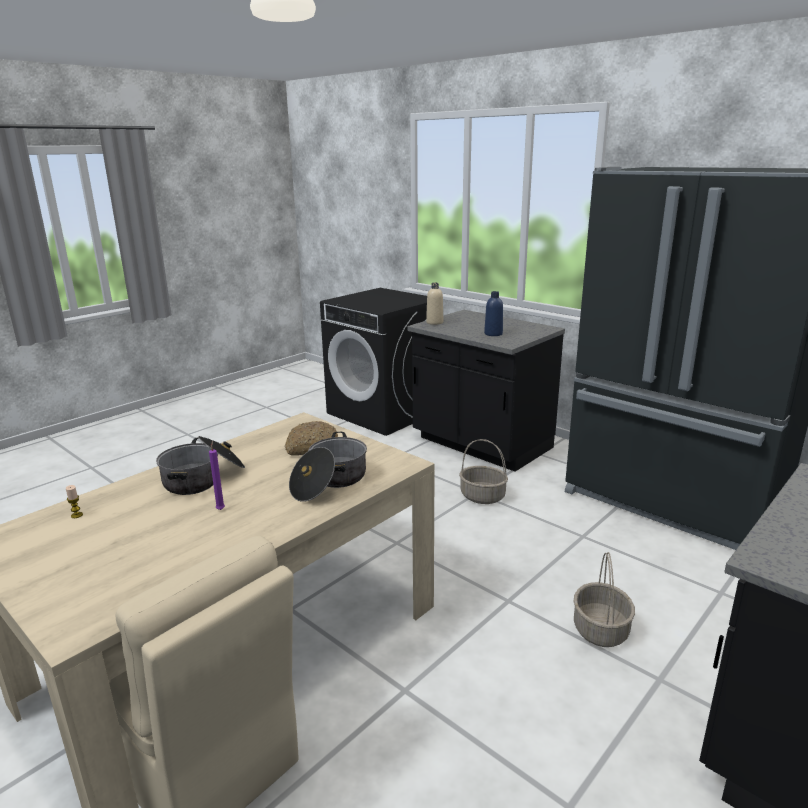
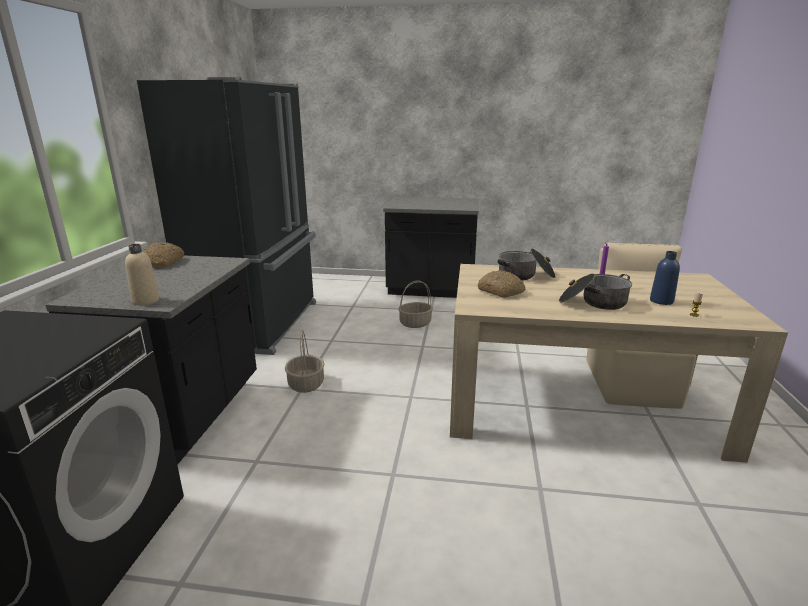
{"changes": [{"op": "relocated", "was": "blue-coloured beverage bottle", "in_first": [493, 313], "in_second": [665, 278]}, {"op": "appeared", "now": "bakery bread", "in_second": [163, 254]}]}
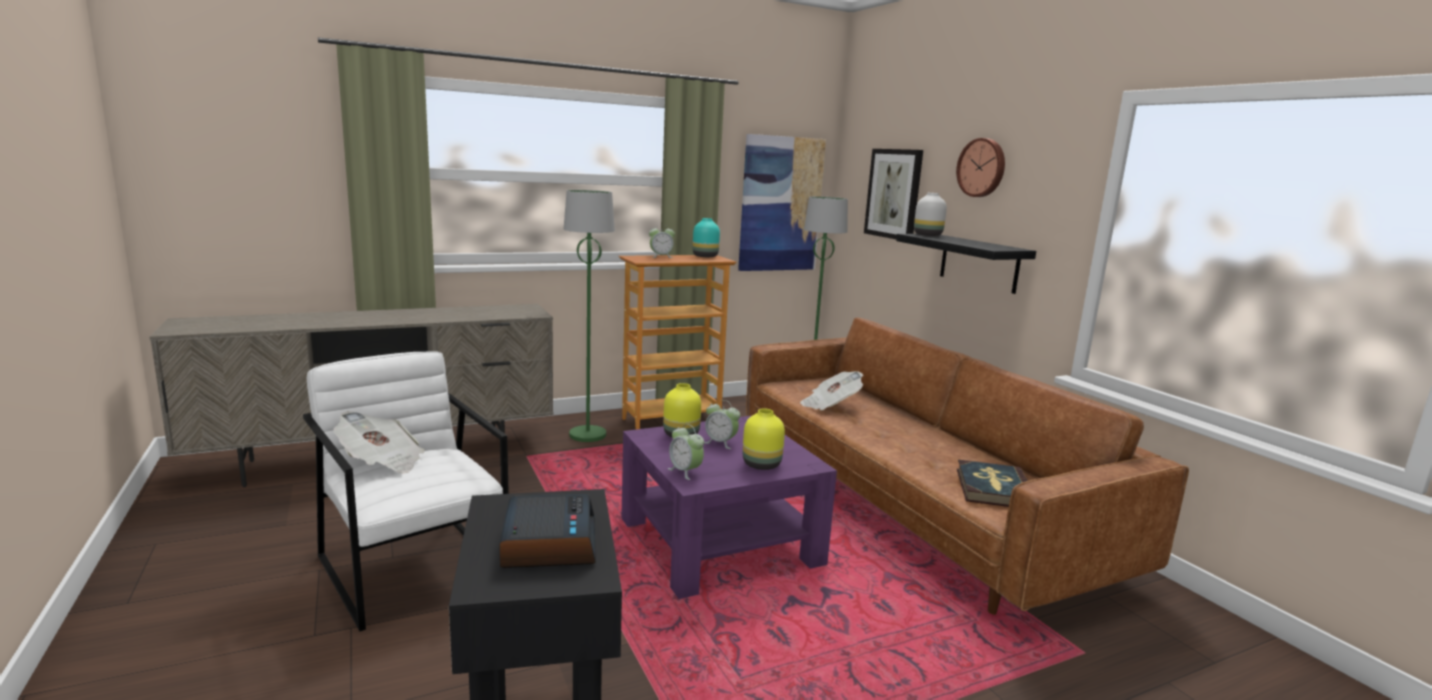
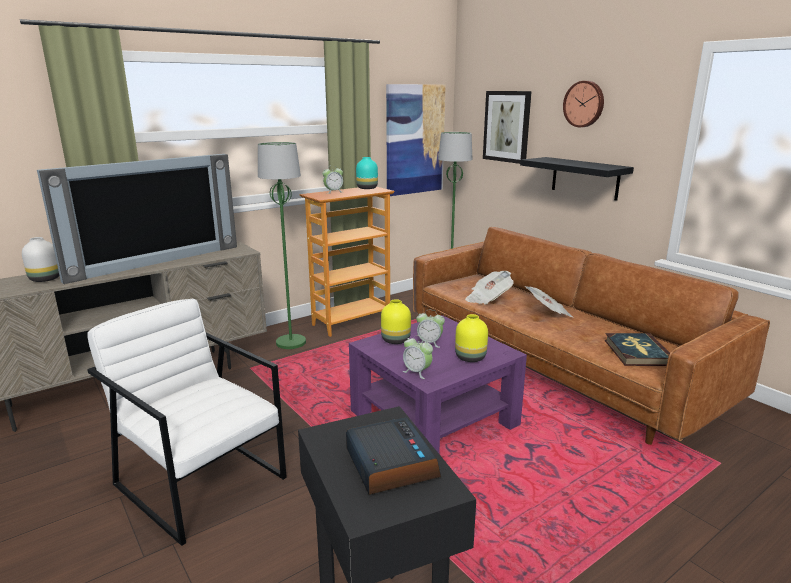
{"changes": [{"op": "relocated", "was": "printed paper", "in_first": [379, 442], "in_second": [549, 302]}, {"op": "relocated", "was": "white flower vase", "in_first": [930, 214], "in_second": [41, 259]}, {"op": "appeared", "now": "TV", "in_second": [137, 219]}]}
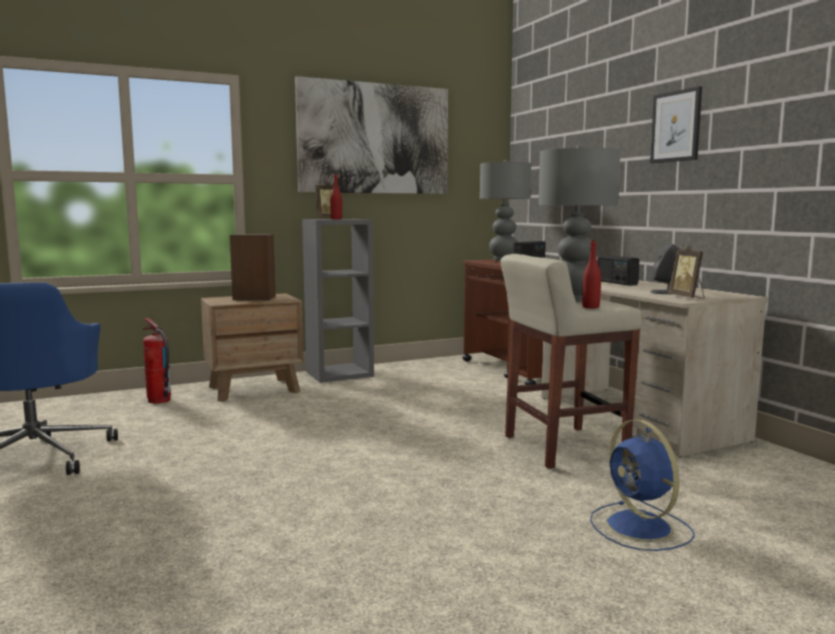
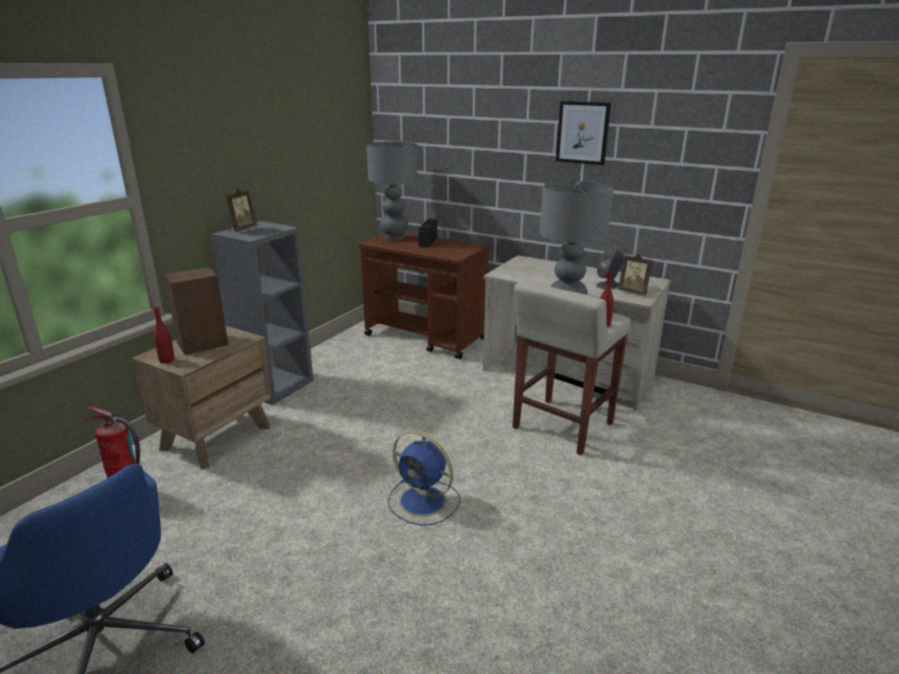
{"changes": [{"op": "missing", "was": "wall art", "in_first": [371, 135]}, {"op": "relocated", "was": "red beverage bottle", "in_first": [336, 196], "in_second": [164, 334]}, {"op": "relocated", "was": "blue-coloured electric fan", "in_first": [642, 485], "in_second": [424, 478]}, {"op": "missing", "was": "radio", "in_first": [618, 270]}]}
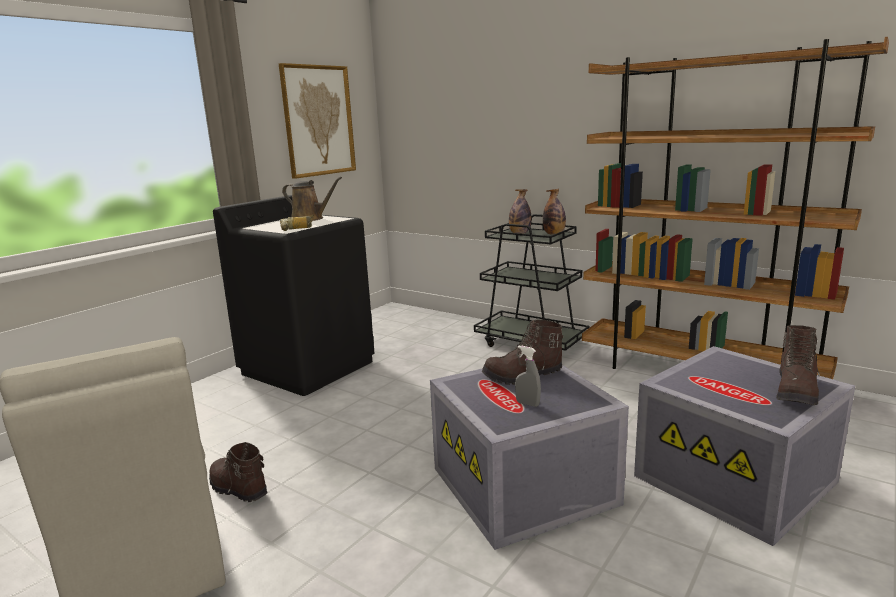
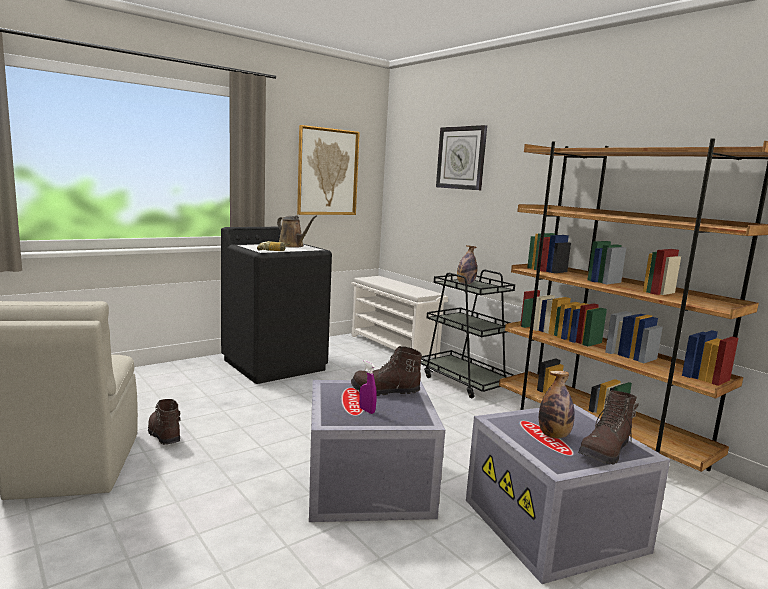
{"changes": [{"op": "colour", "was": "gray spray bottle", "now": "purple spray bottle", "in_first": [528, 376], "in_second": [368, 387]}, {"op": "relocated", "was": "beverage bottle", "in_first": [554, 212], "in_second": [557, 405]}, {"op": "appeared", "now": "white shoe stand", "in_second": [399, 317]}, {"op": "appeared", "now": "hanging clock", "in_second": [461, 157]}]}
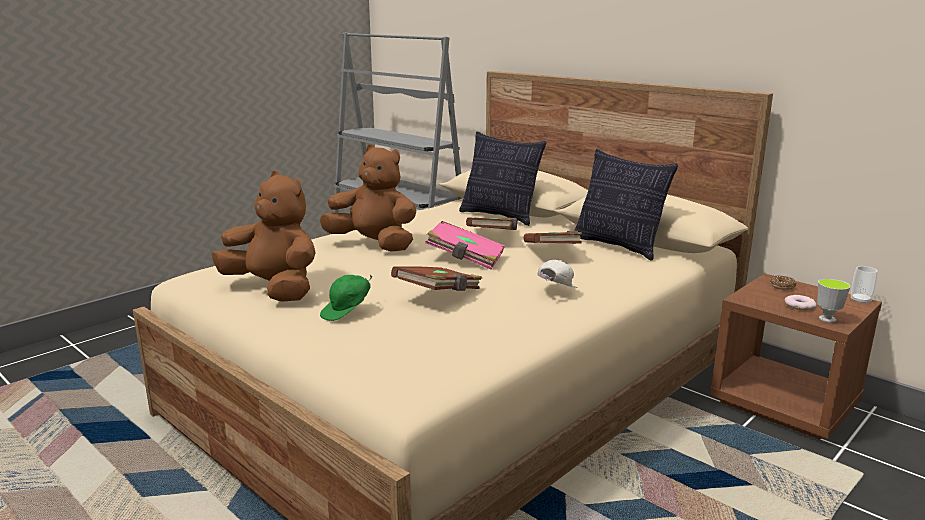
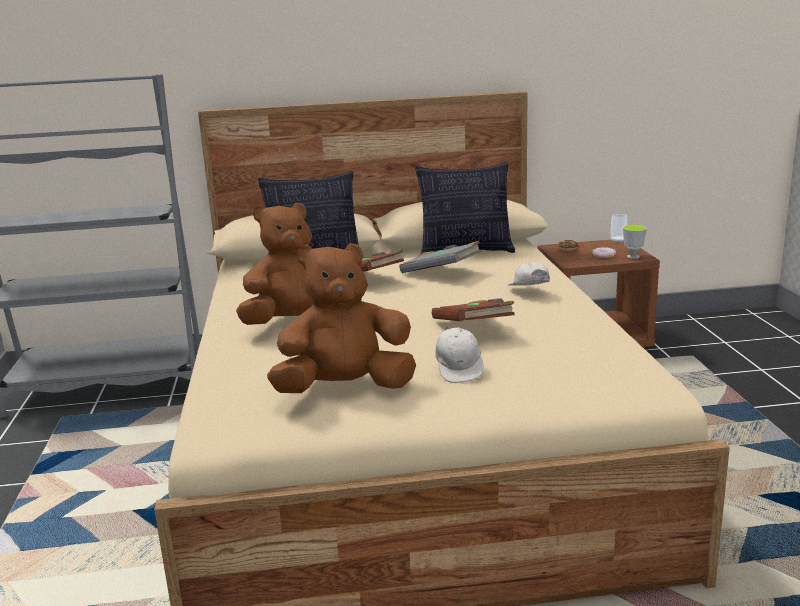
{"changes": [{"op": "colour", "was": "green peaked cap", "now": "white peaked cap", "in_first": [346, 297], "in_second": [459, 354]}, {"op": "missing", "was": "pinkish volume", "in_first": [465, 245]}, {"op": "colour", "was": "brown-coloured volume", "now": "gray volume", "in_first": [553, 237], "in_second": [440, 257]}]}
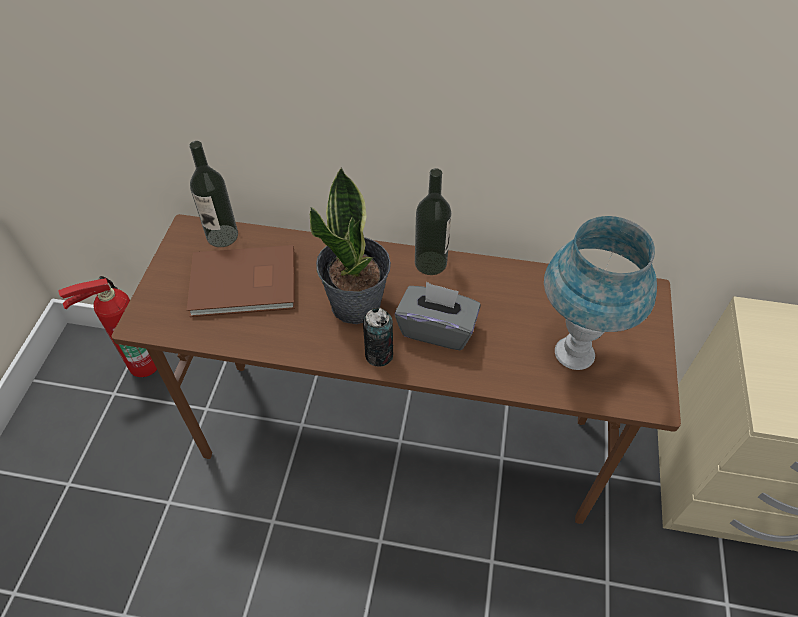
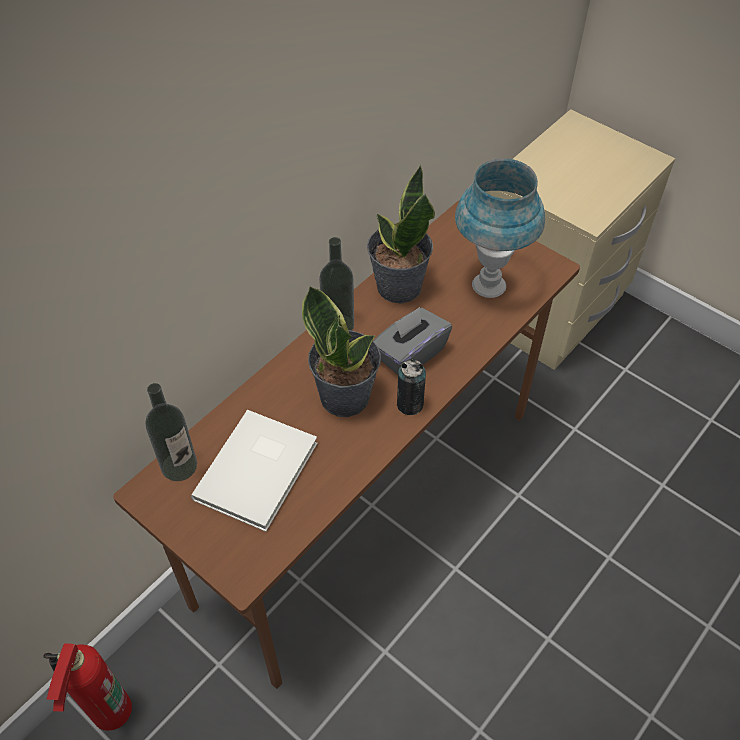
{"changes": [{"op": "colour", "was": "brown-coloured volume", "now": "white volume", "in_first": [241, 281], "in_second": [254, 471]}, {"op": "appeared", "now": "houseplant", "in_second": [401, 234]}]}
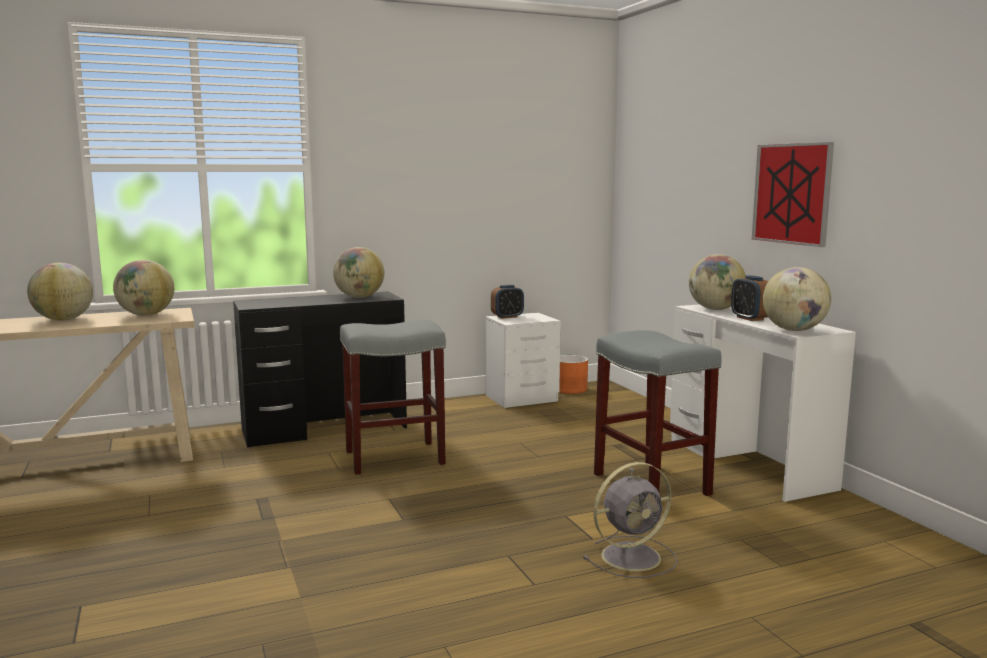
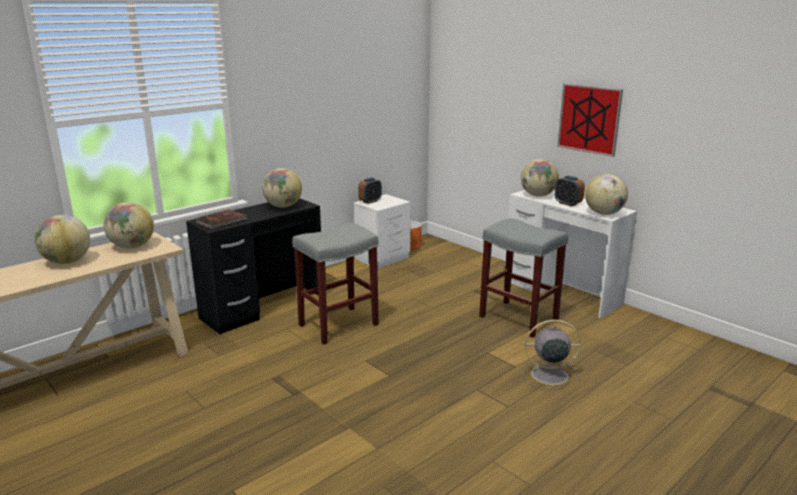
{"changes": [{"op": "spun", "was": "gray electric fan", "in_first": [630, 520], "in_second": [551, 355], "clockwise": -135}, {"op": "appeared", "now": "brown-coloured volume", "in_second": [221, 219]}]}
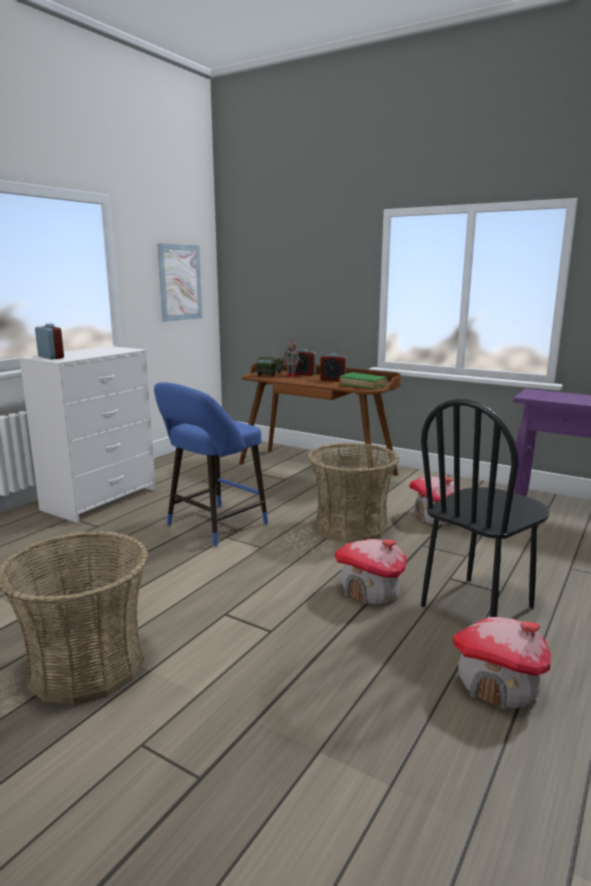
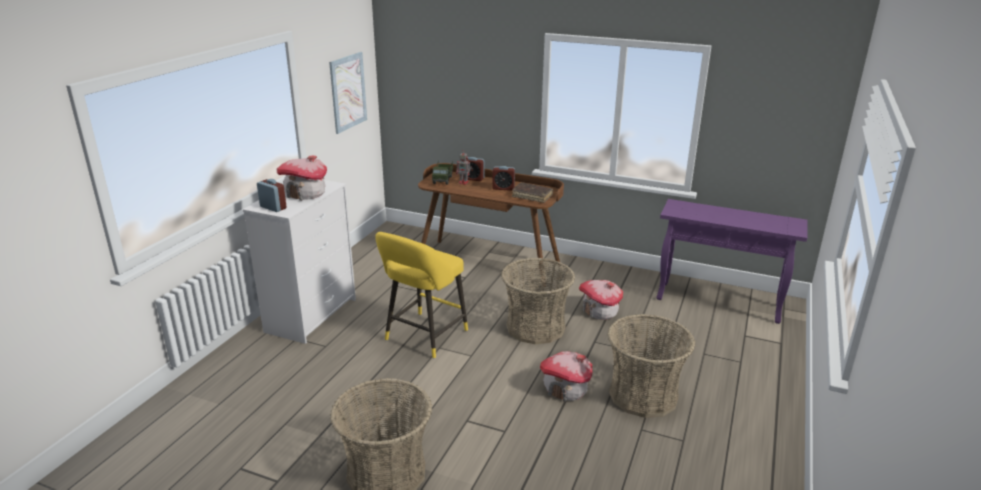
{"changes": [{"op": "colour", "was": "blue-coloured stool", "now": "yellow stool", "in_first": [211, 464], "in_second": [421, 295]}, {"op": "colour", "was": "green volume", "now": "brown-coloured volume", "in_first": [363, 380], "in_second": [532, 192]}, {"op": "exchanged", "was": "blackish chair", "now": "household basket", "in_first": [485, 508], "in_second": [651, 366]}, {"op": "relocated", "was": "miniature house", "in_first": [502, 663], "in_second": [302, 178]}]}
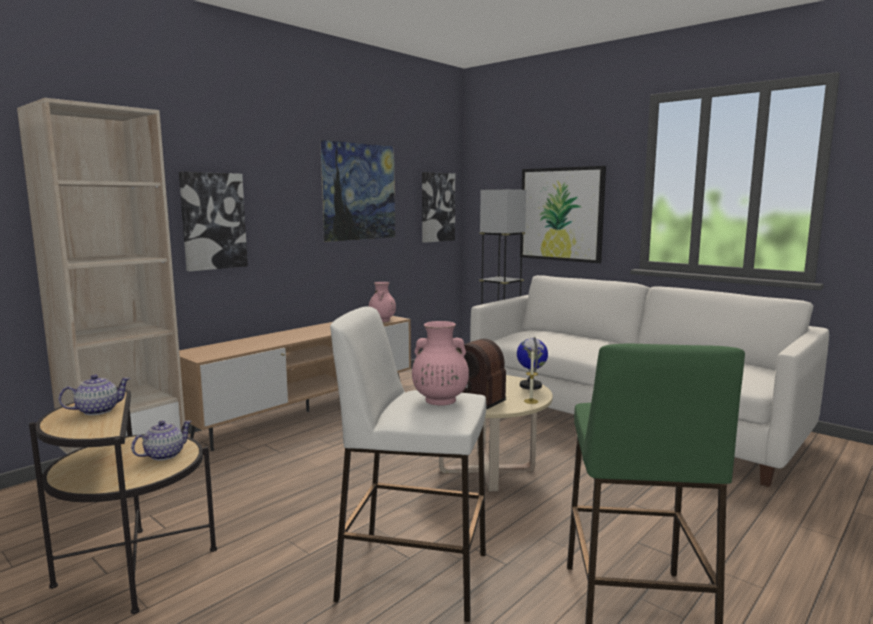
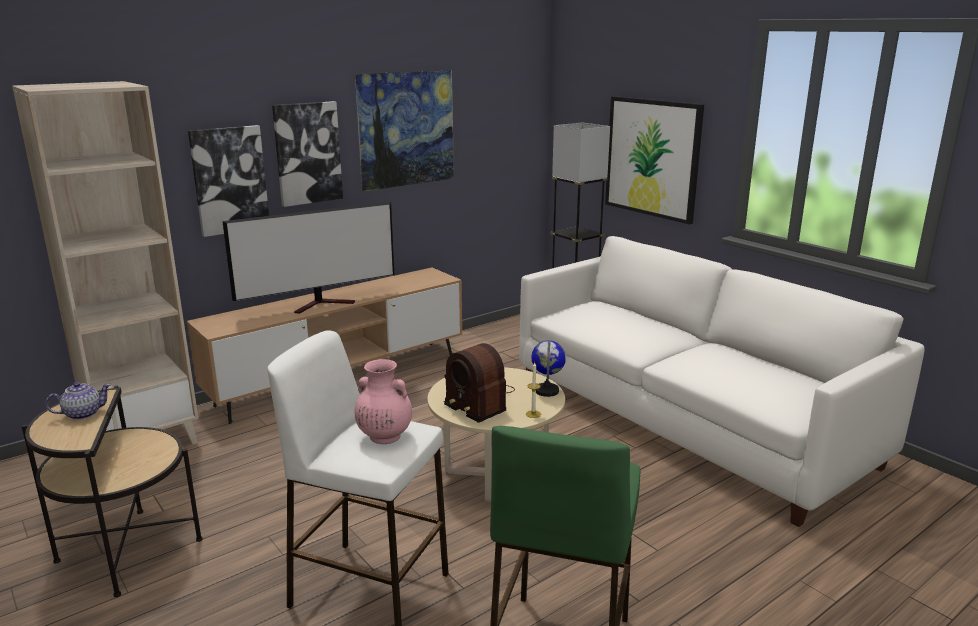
{"changes": [{"op": "missing", "was": "pot for tea", "in_first": [161, 440]}, {"op": "missing", "was": "pinkish flower vase", "in_first": [382, 302]}, {"op": "relocated", "was": "wall art", "in_first": [438, 207], "in_second": [307, 154]}, {"op": "appeared", "now": "TV", "in_second": [308, 258]}]}
